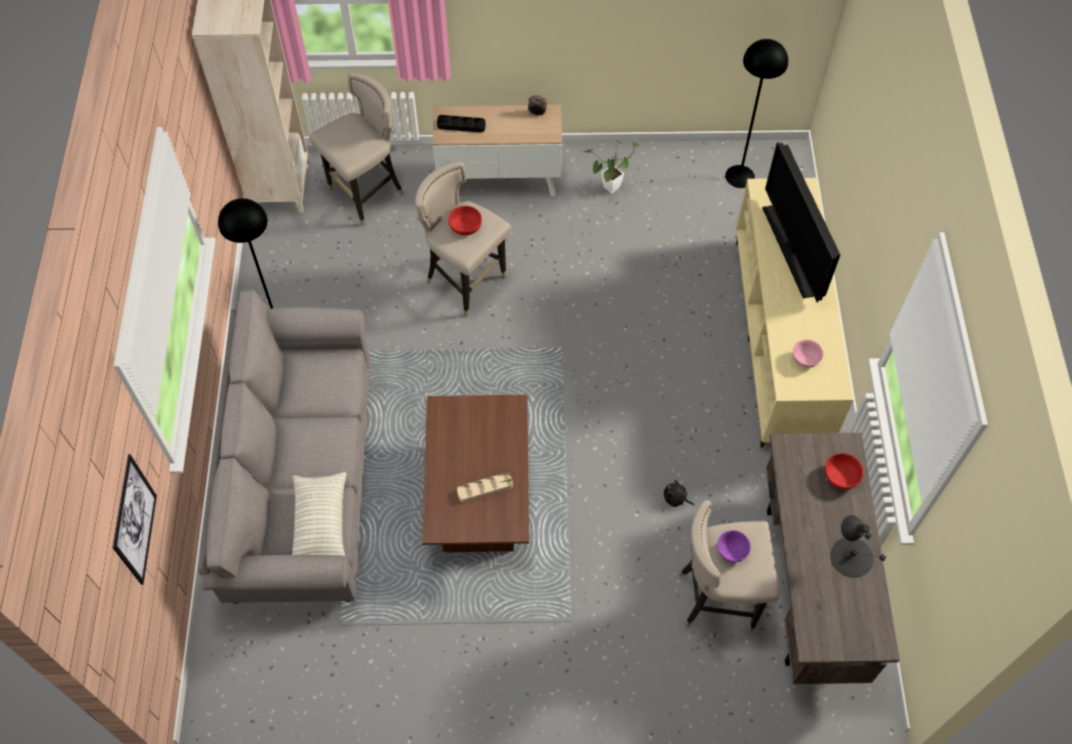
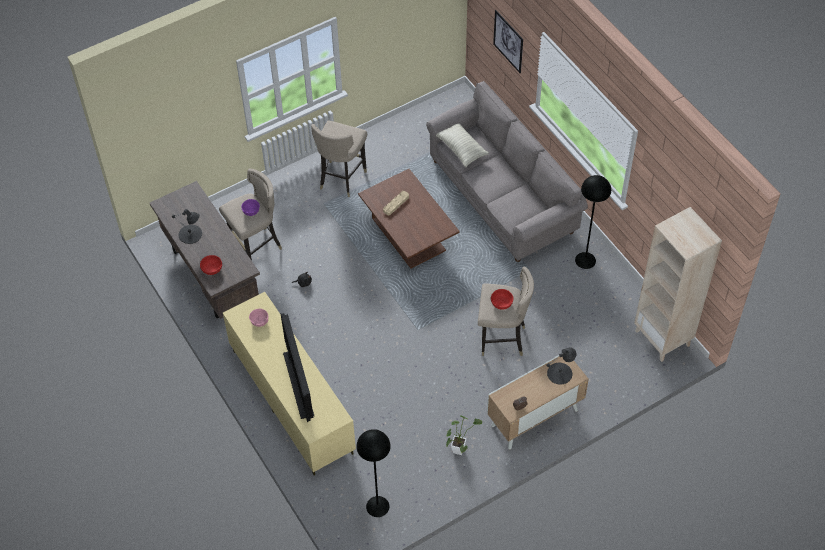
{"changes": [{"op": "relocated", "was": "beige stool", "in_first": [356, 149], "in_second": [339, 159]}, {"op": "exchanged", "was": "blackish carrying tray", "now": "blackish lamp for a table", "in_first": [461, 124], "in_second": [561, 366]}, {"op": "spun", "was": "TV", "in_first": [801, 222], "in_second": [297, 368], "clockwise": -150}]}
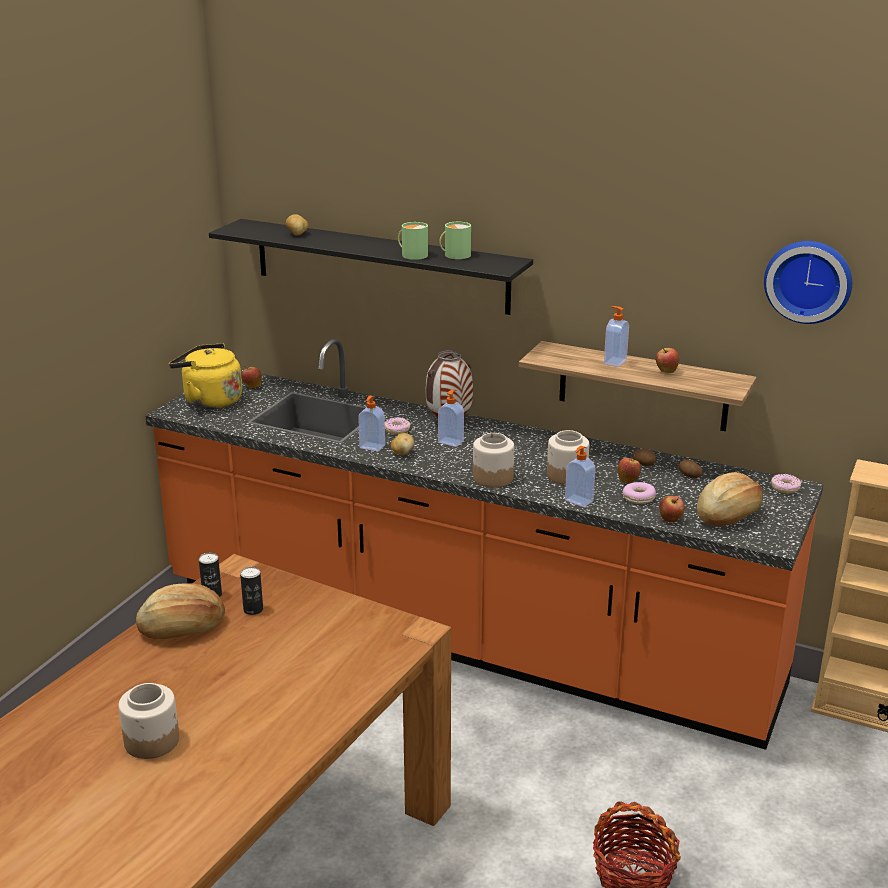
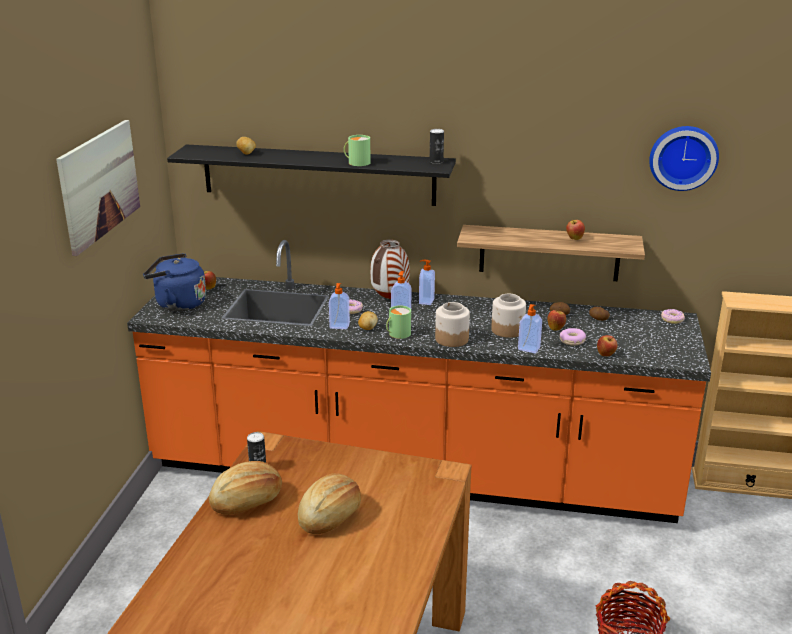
{"changes": [{"op": "missing", "was": "jar", "in_first": [148, 721]}, {"op": "colour", "was": "yellow water kettle", "now": "blue-coloured water kettle", "in_first": [205, 376], "in_second": [174, 282]}, {"op": "relocated", "was": "metal can", "in_first": [251, 591], "in_second": [437, 146]}, {"op": "relocated", "was": "green coffee mug", "in_first": [455, 240], "in_second": [398, 322]}, {"op": "relocated", "was": "soap dispenser", "in_first": [616, 336], "in_second": [427, 282]}, {"op": "relocated", "was": "bakery bread", "in_first": [730, 499], "in_second": [329, 503]}, {"op": "appeared", "now": "wall art", "in_second": [98, 188]}]}
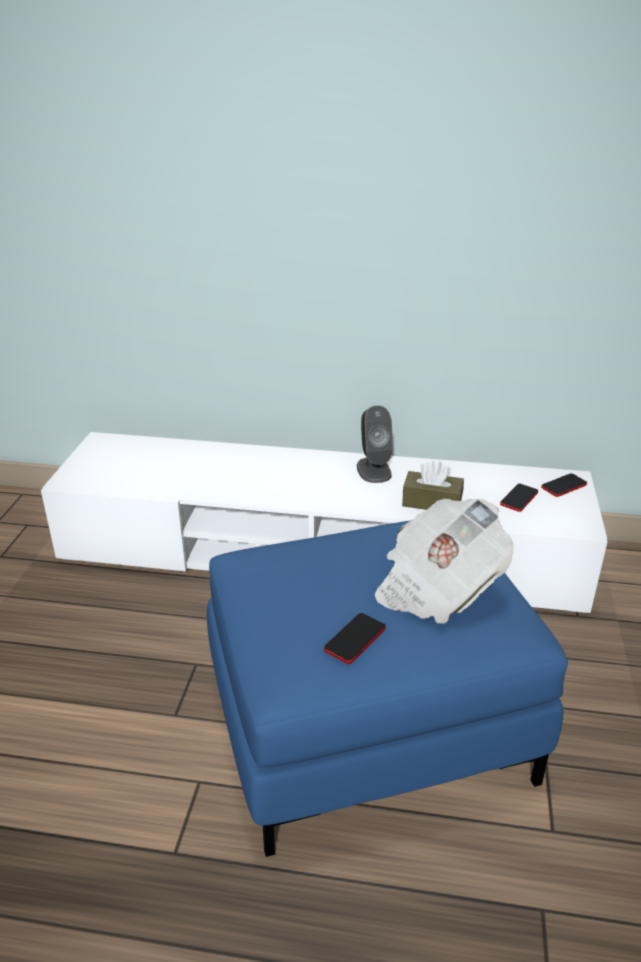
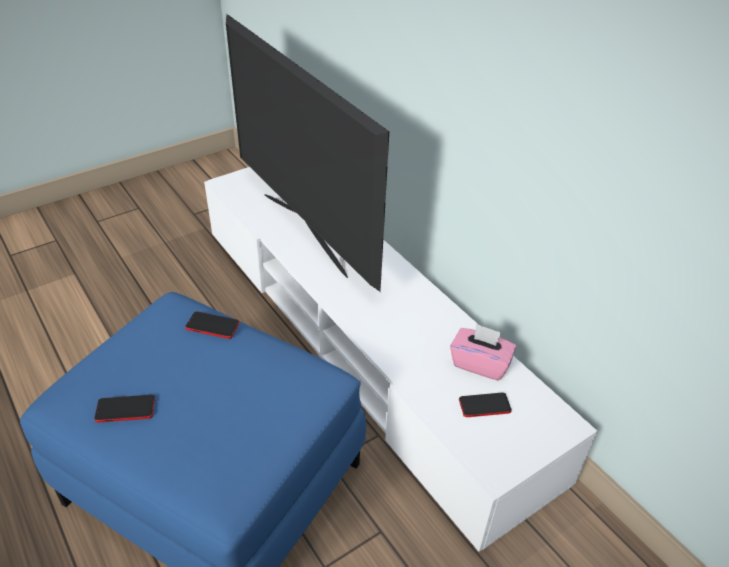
{"changes": [{"op": "missing", "was": "gray loudspeaker", "in_first": [375, 444]}, {"op": "missing", "was": "printed paper", "in_first": [444, 561]}, {"op": "missing", "was": "brown-coloured tissue holder", "in_first": [433, 485]}, {"op": "relocated", "was": "handset", "in_first": [564, 485], "in_second": [212, 325]}, {"op": "appeared", "now": "TV", "in_second": [307, 153]}, {"op": "appeared", "now": "pinkish tissue holder", "in_second": [483, 351]}]}
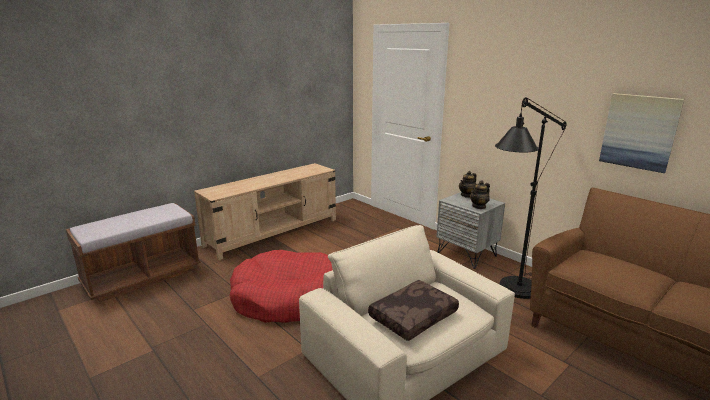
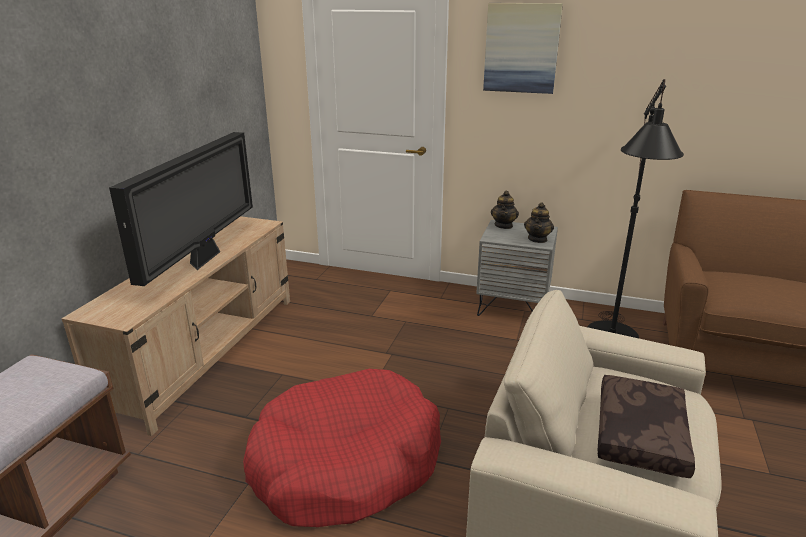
{"changes": [{"op": "relocated", "was": "wall art", "in_first": [641, 133], "in_second": [523, 48]}, {"op": "appeared", "now": "TV", "in_second": [181, 209]}]}
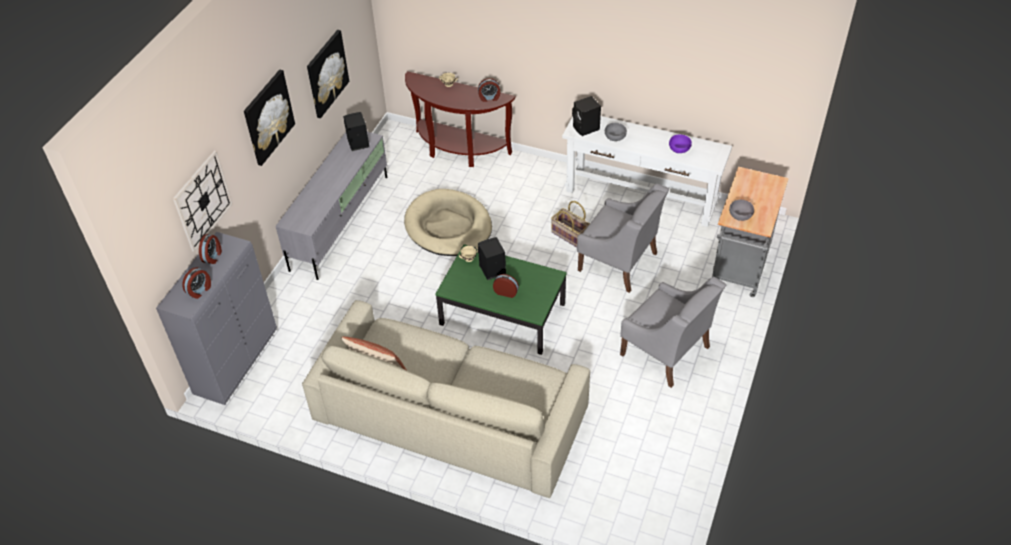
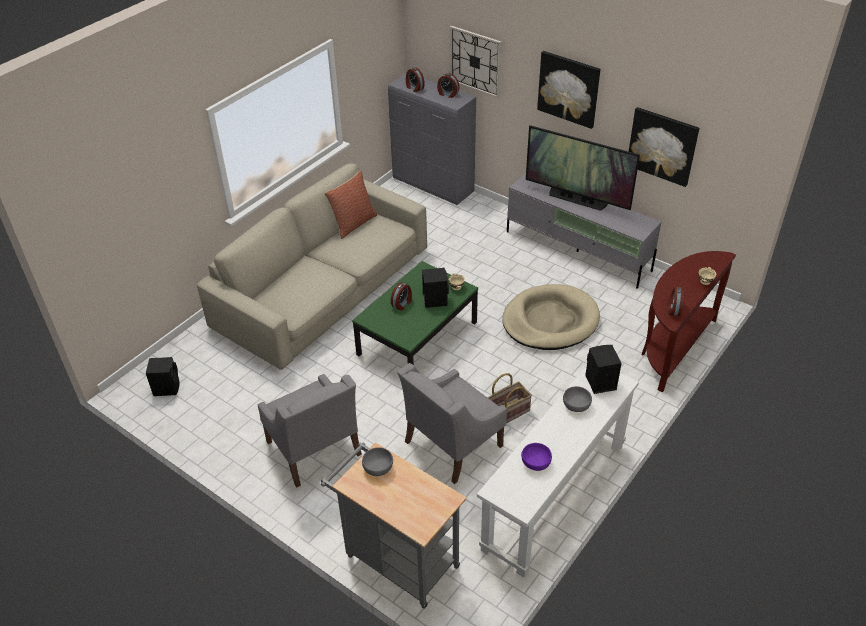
{"changes": [{"op": "relocated", "was": "blackish loudspeaker", "in_first": [356, 131], "in_second": [163, 376]}, {"op": "spun", "was": "gray easy chair", "in_first": [673, 332], "in_second": [310, 431], "clockwise": -90}, {"op": "appeared", "now": "TV", "in_second": [583, 168]}]}
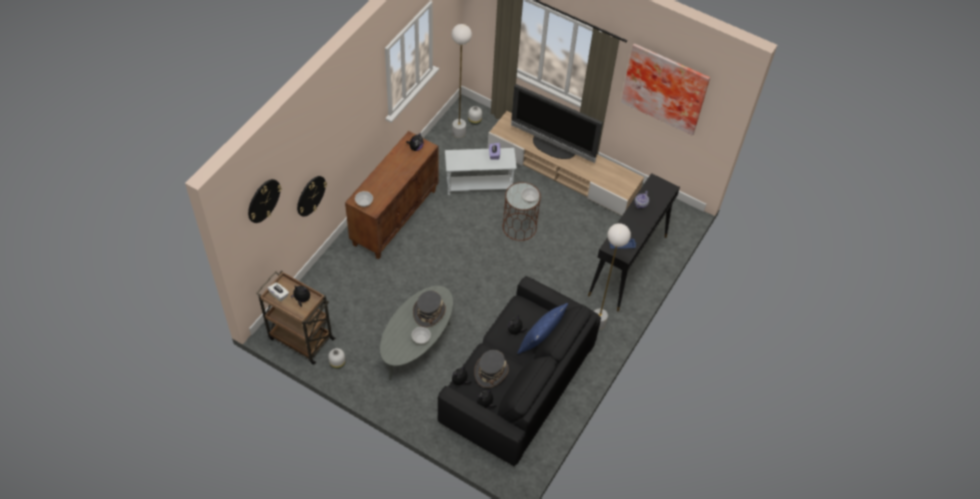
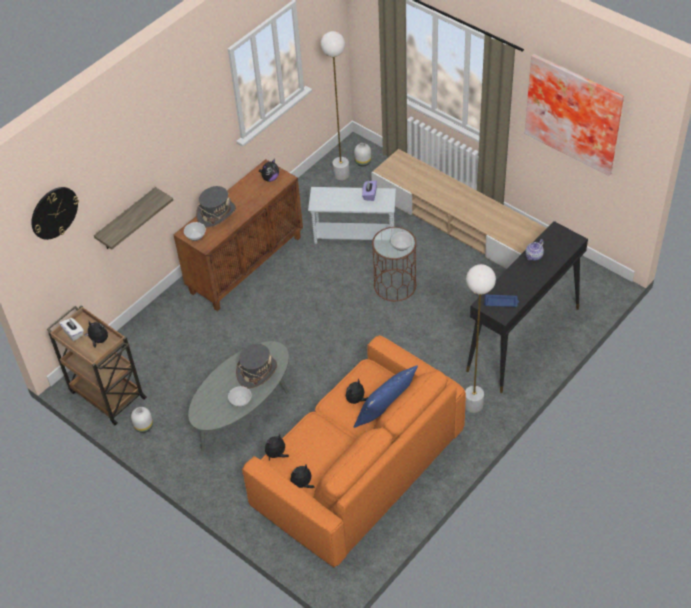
{"changes": [{"op": "exchanged", "was": "hanging clock", "now": "bracket shelf", "in_first": [312, 196], "in_second": [133, 218]}, {"op": "colour", "was": "blackish sofa", "now": "orangey sofa", "in_first": [519, 371], "in_second": [354, 451]}, {"op": "relocated", "was": "gray hat", "in_first": [491, 369], "in_second": [216, 207]}, {"op": "missing", "was": "TV", "in_first": [557, 123]}]}
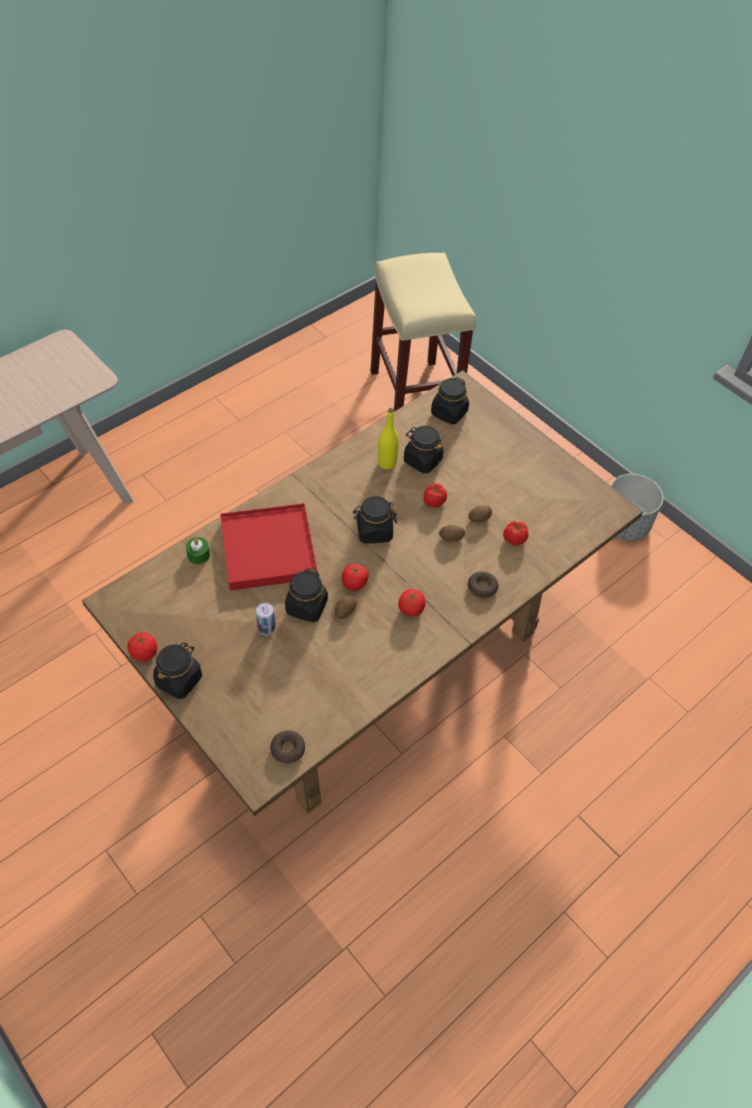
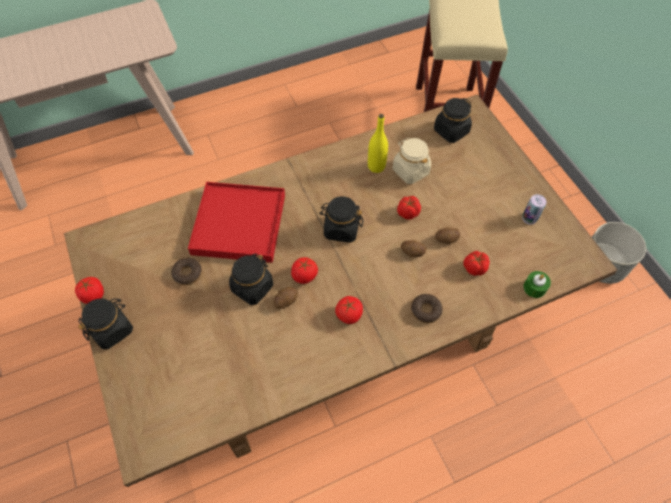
{"changes": [{"op": "relocated", "was": "green wax light", "in_first": [198, 550], "in_second": [537, 284]}, {"op": "relocated", "was": "metal can", "in_first": [266, 619], "in_second": [534, 209]}, {"op": "relocated", "was": "doughnut", "in_first": [287, 747], "in_second": [186, 271]}, {"op": "colour", "was": "blackish jar", "now": "beige jar", "in_first": [424, 449], "in_second": [412, 161]}]}
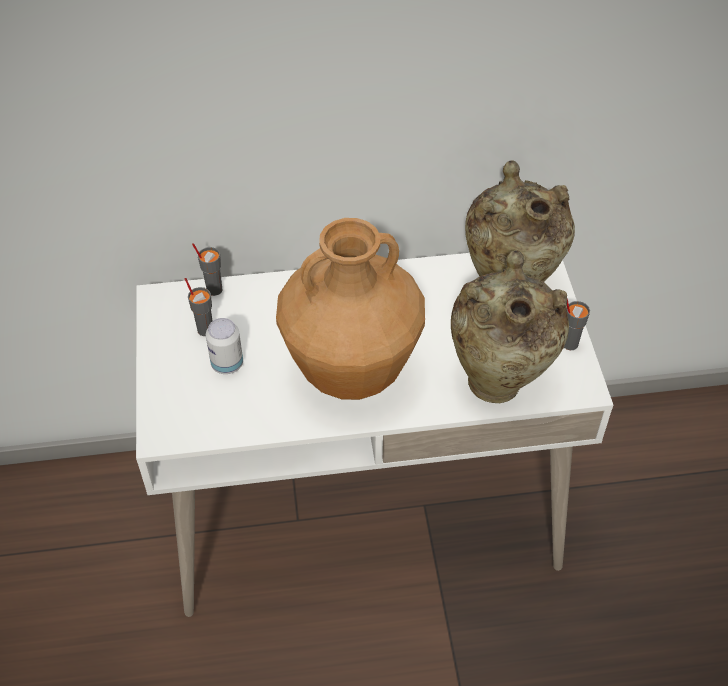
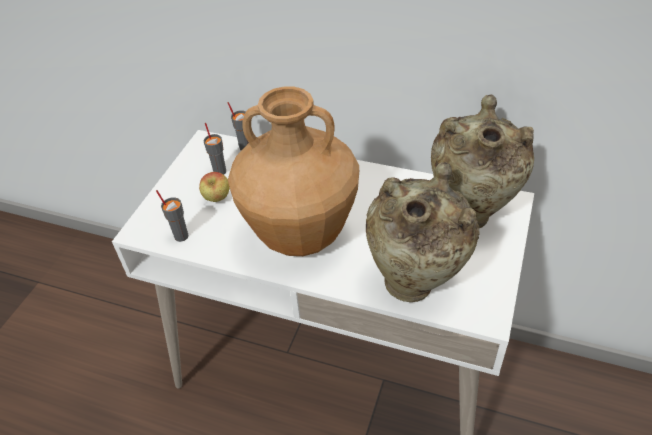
{"changes": [{"op": "exchanged", "was": "metal can", "now": "whole apple", "in_first": [224, 346], "in_second": [214, 187]}, {"op": "relocated", "was": "gray cup", "in_first": [577, 324], "in_second": [172, 216]}]}
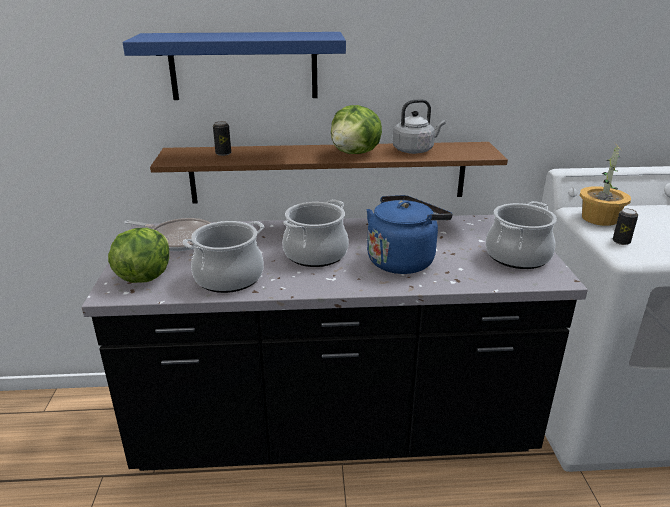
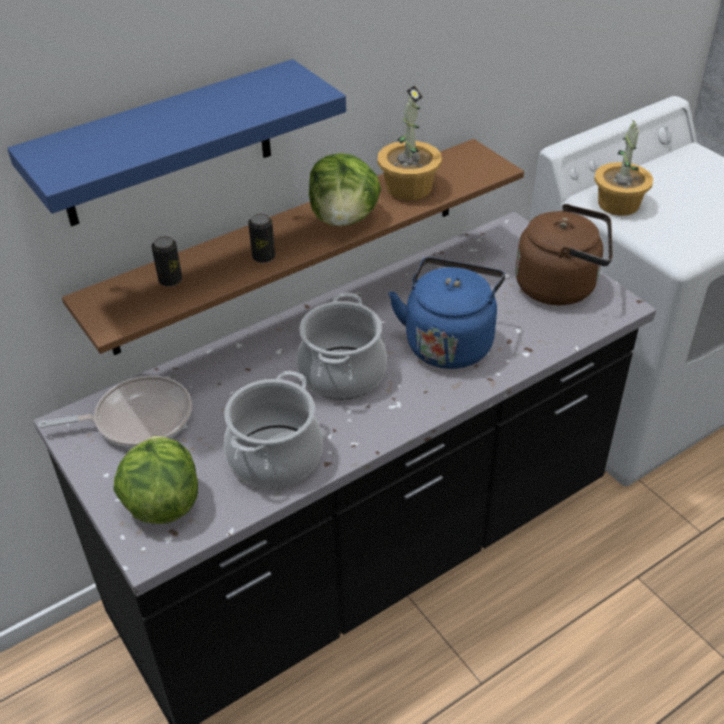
{"changes": [{"op": "exchanged", "was": "gray water kettle", "now": "houseplant", "in_first": [419, 126], "in_second": [410, 142]}, {"op": "exchanged", "was": "saucepot", "now": "brown-coloured water kettle", "in_first": [521, 235], "in_second": [564, 254]}, {"op": "relocated", "was": "metal can", "in_first": [625, 227], "in_second": [261, 238]}]}
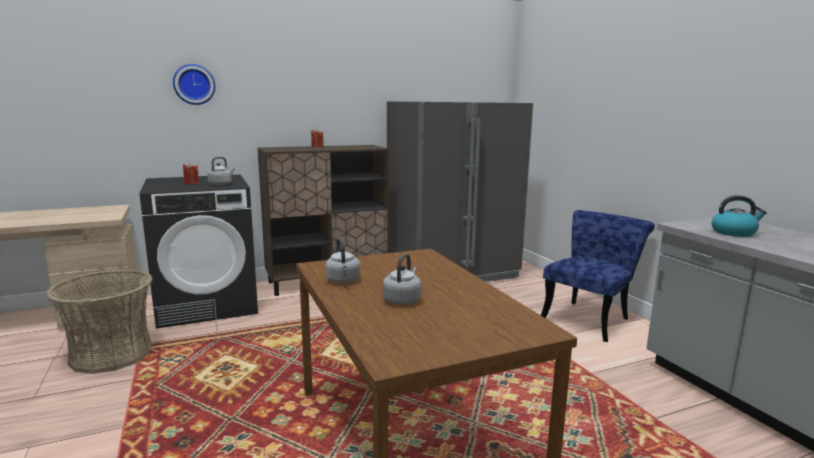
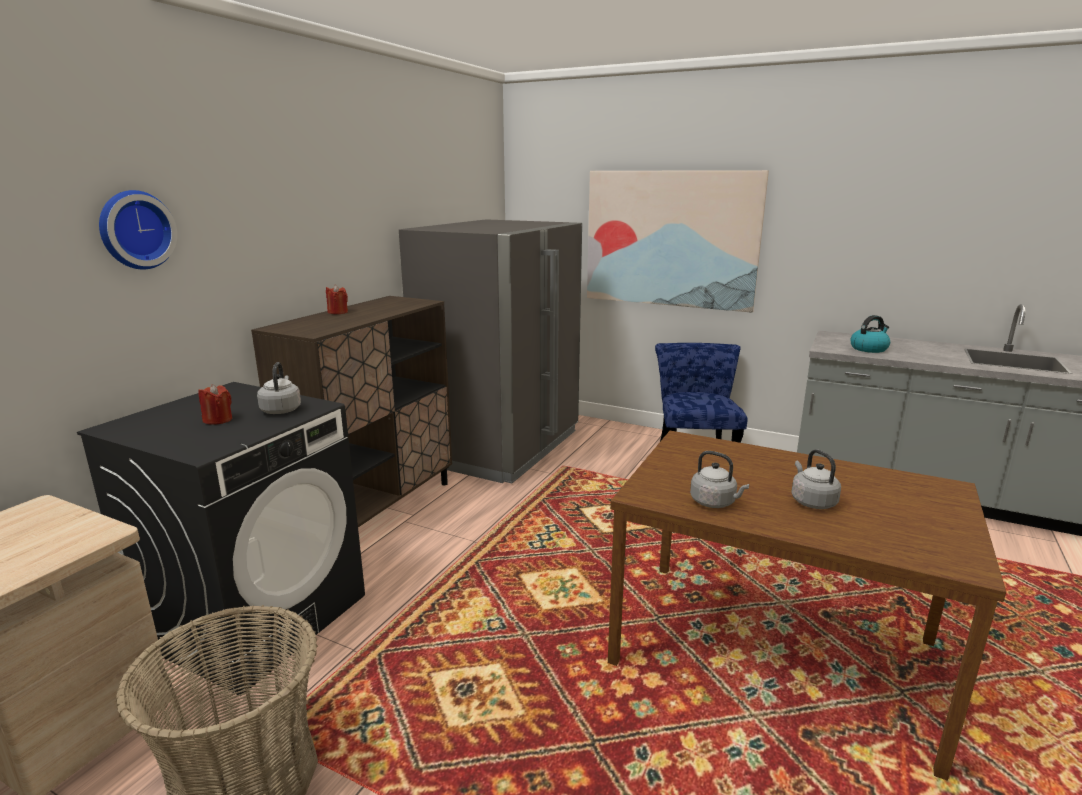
{"changes": [{"op": "appeared", "now": "wall art", "in_second": [678, 241]}]}
